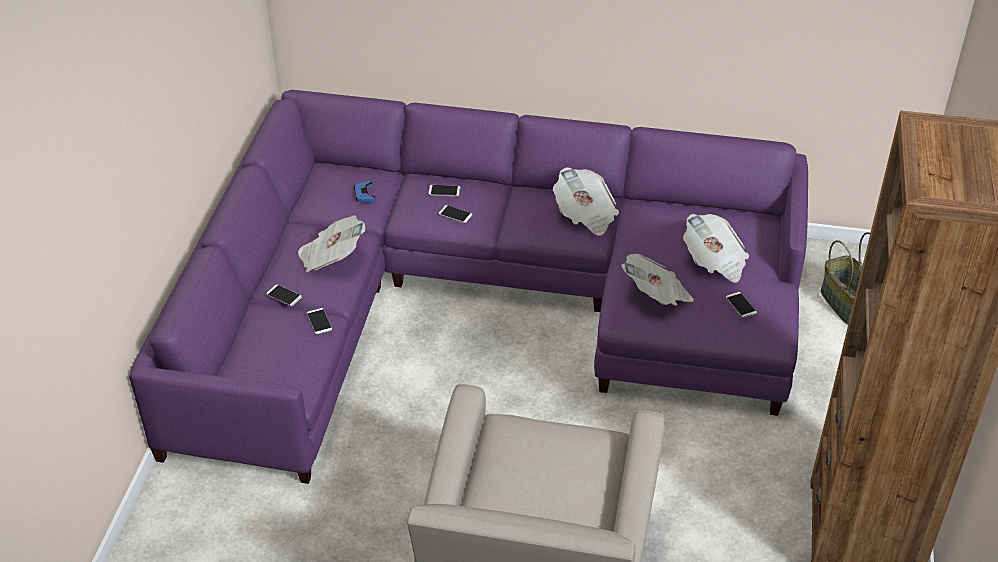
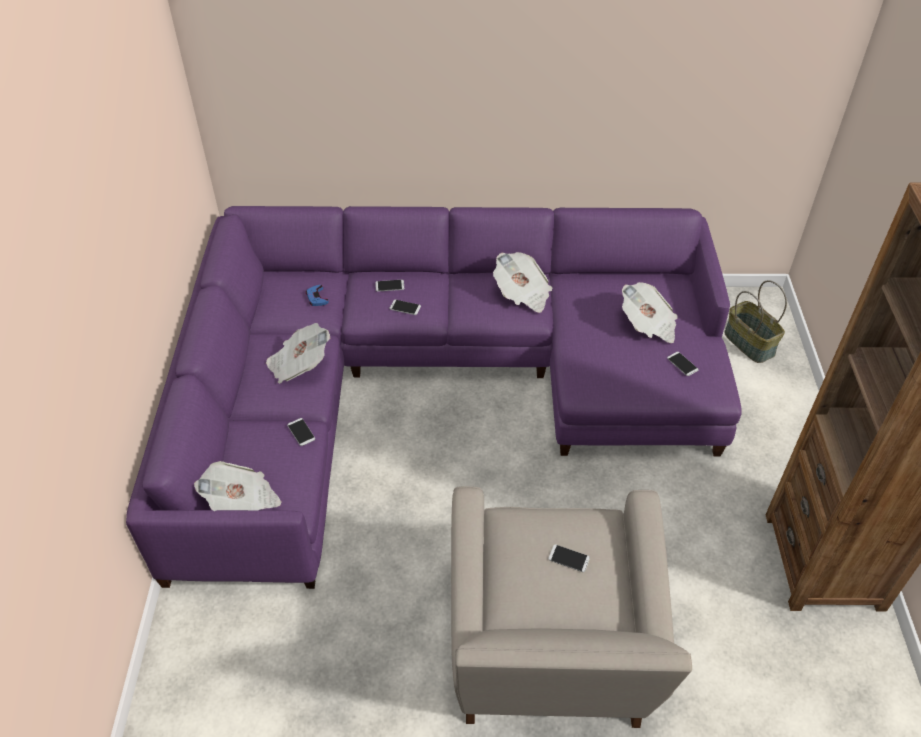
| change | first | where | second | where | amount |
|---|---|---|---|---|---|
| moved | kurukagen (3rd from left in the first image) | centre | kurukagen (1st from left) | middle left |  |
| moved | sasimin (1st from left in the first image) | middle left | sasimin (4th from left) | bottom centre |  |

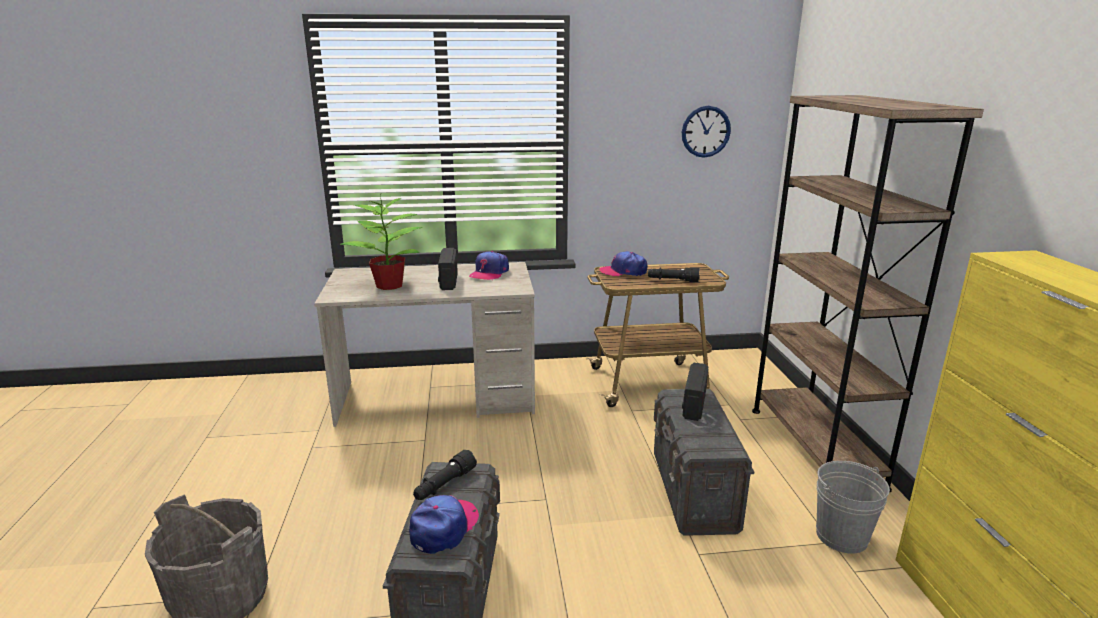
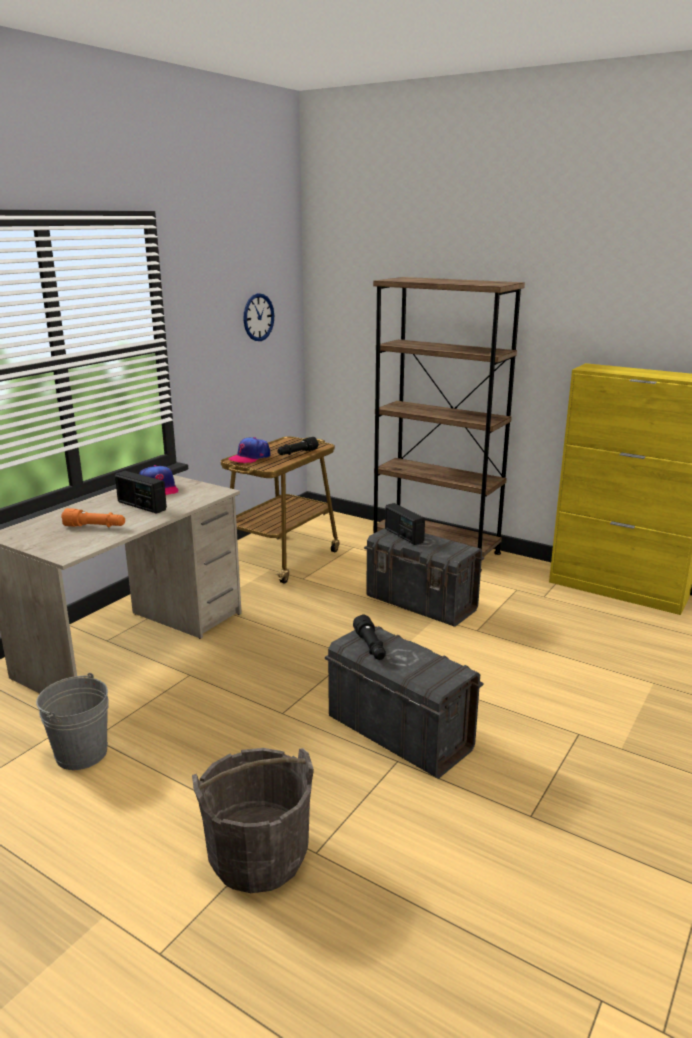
| change | first | where | second | where | amount |
|---|---|---|---|---|---|
| replaced | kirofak | centre | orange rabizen | middle left |  |
| moved | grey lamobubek (2nd from left in the first image) | bottom right | grey lamobubek (1st from left) | bottom left |  |
| removed | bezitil (1st from left) | bottom centre |  |  |  |

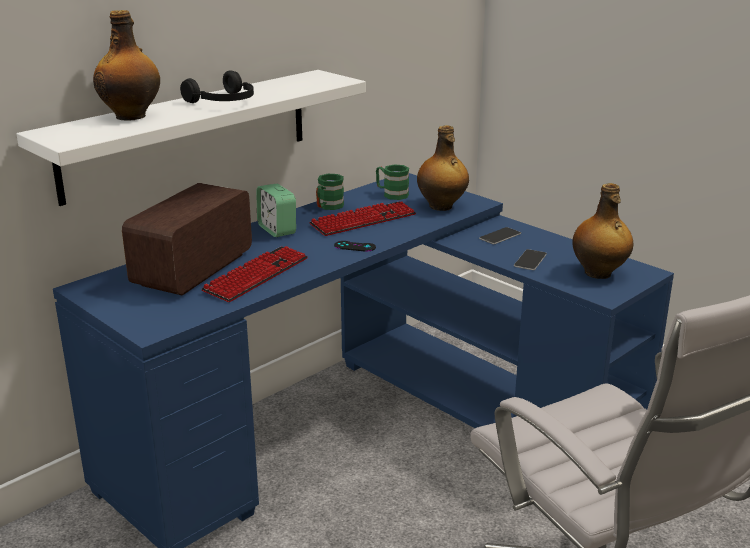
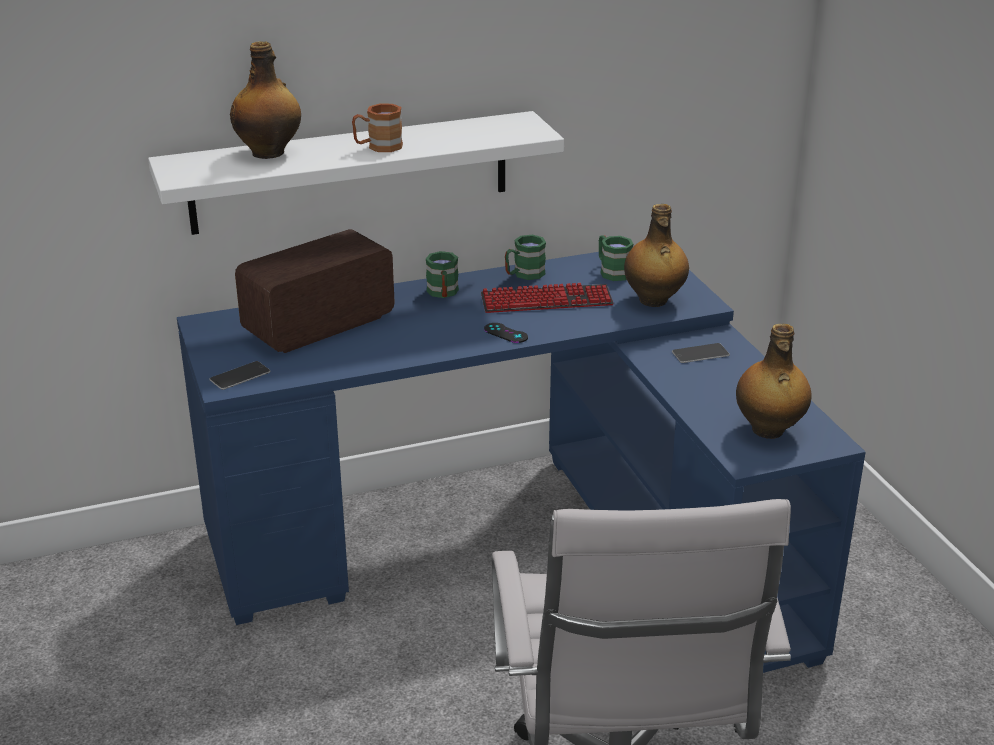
| change | first | where | second | where | amount |
|---|---|---|---|---|---|
| replaced | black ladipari | top left | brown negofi | top centre |  |
| replaced | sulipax | centre | green negofi (1st from left) | centre |  |
| removed | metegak (1st from left) | centre |  |  |  |
| moved | sasimin (2nd from left in the first image) | middle right | sasimin (1st from left) | middle left |  |

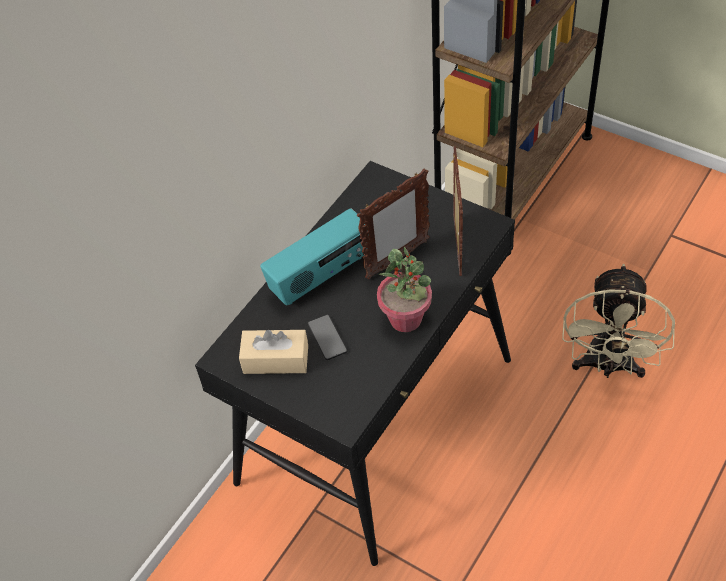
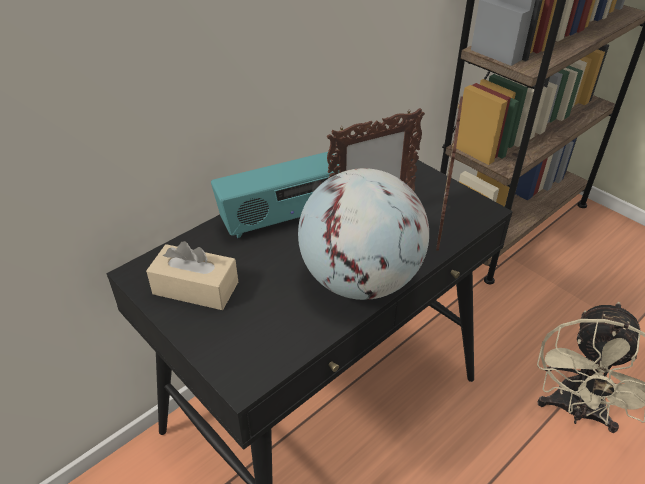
| change | first | where | second | where | amount |
|---|---|---|---|---|---|
| replaced | kirofak | centre | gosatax | centre |  |
| removed | sasimin | centre |  |  |  |

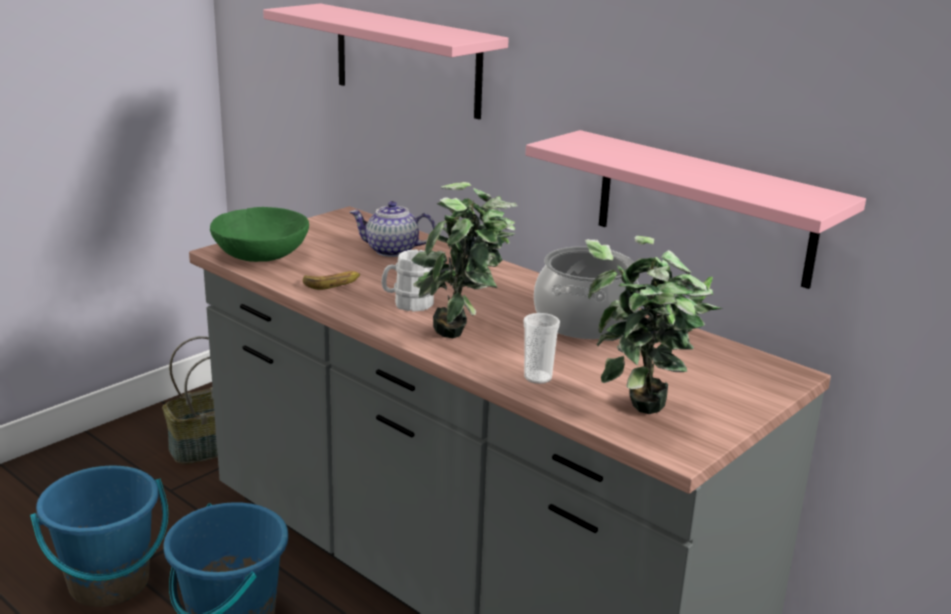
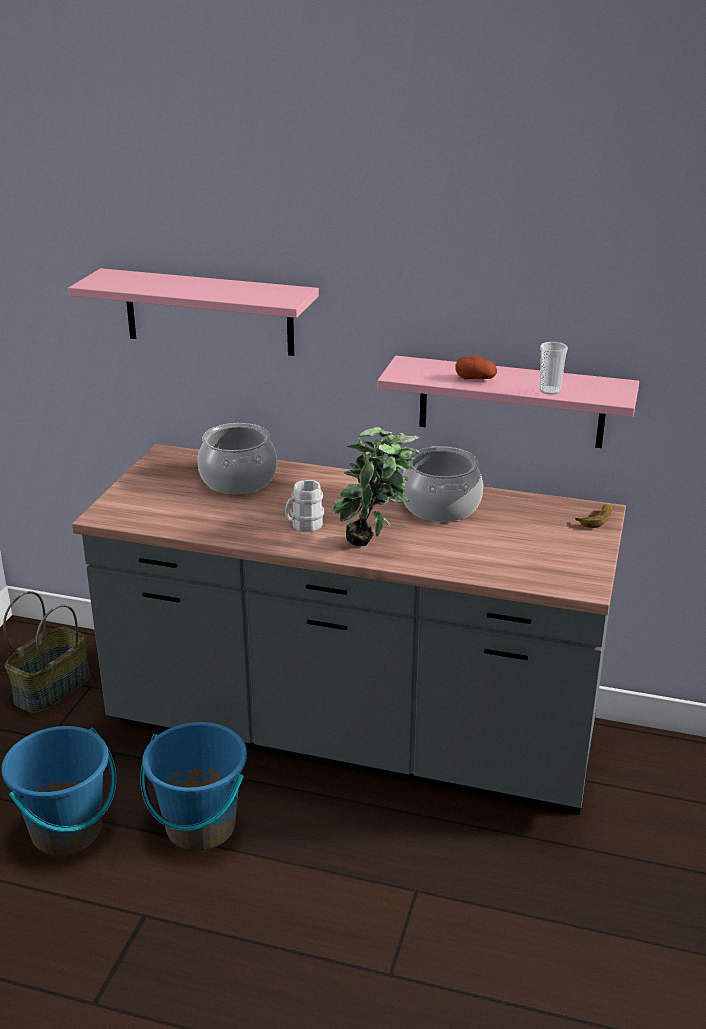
| change | first | where | second | where | amount |
|---|---|---|---|---|---|
| replaced | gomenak | centre | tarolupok (1st from left) | centre |  |
| removed | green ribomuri | middle left |  |  |  |
| removed | kirofak (2nd from left) | middle right |  |  |  |
| moved | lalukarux | centre |  | middle right |  |
| moved | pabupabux | centre |  | middle right |  |
| added |  |  | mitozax | middle right |  |

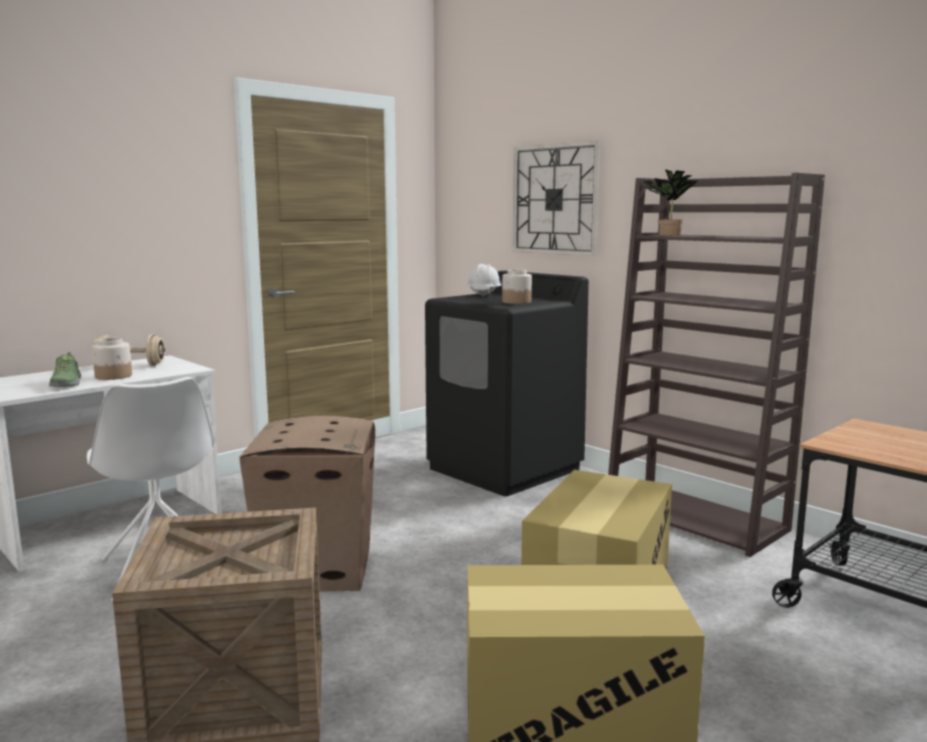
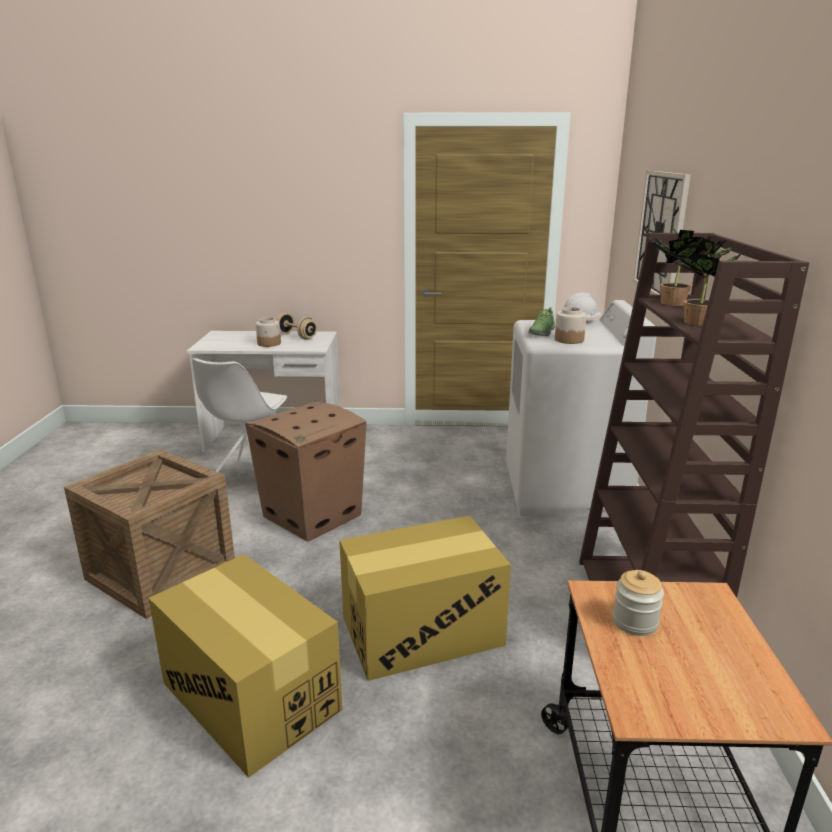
| change | first | where | second | where | amount |
|---|---|---|---|---|---|
| recoloured | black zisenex | centre | white zisenex | middle right |  |
| moved | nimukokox | middle left |  | centre |  |
| added |  |  | kirofak (2nd from left) | middle right |  |
| added |  |  | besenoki (3rd from left) | bottom right |  |

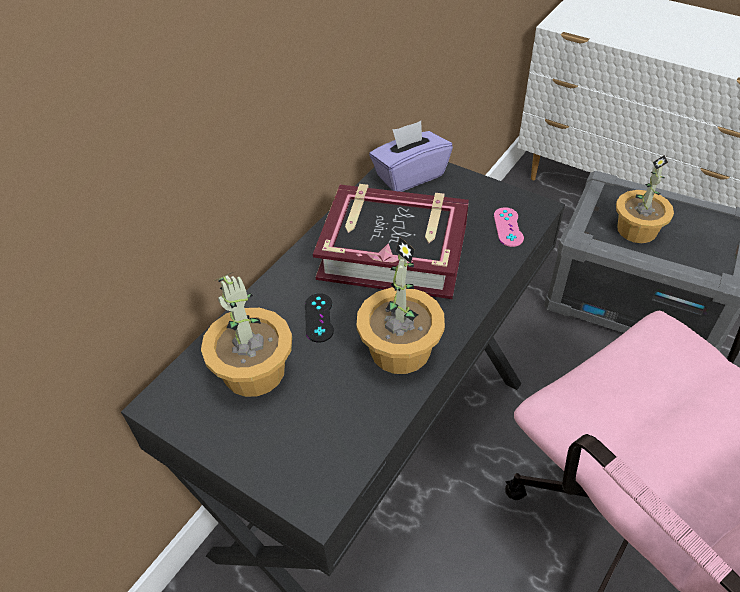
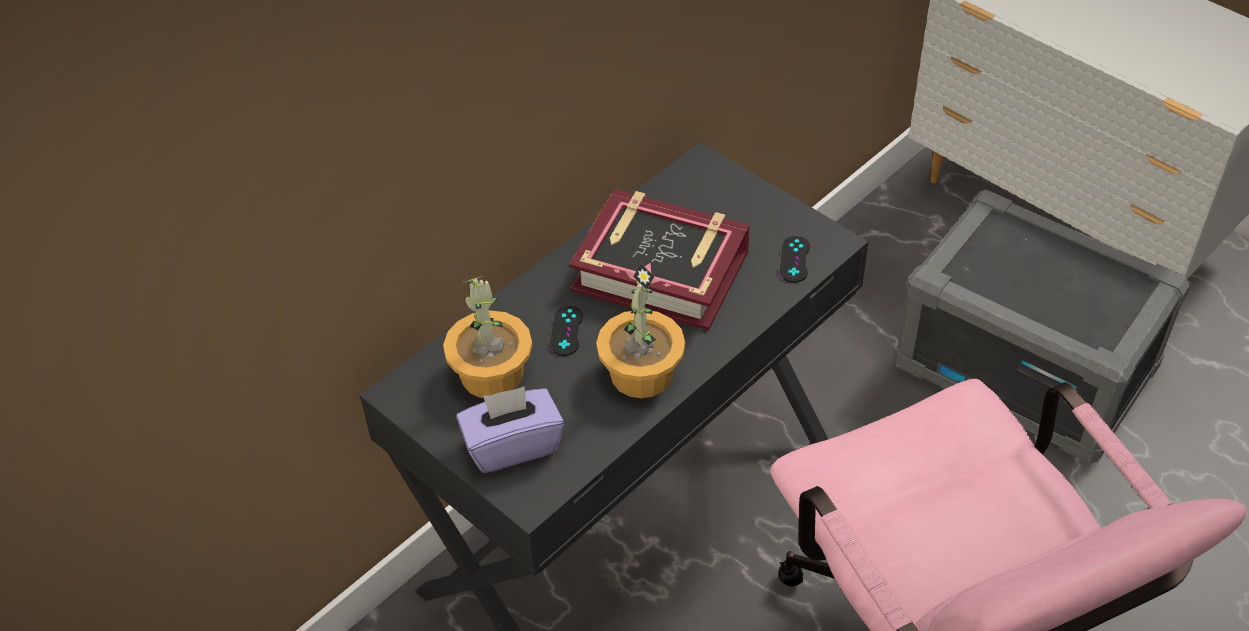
| change | first | where | second | where | amount |
|---|---|---|---|---|---|
| moved | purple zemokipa | top centre |  | bottom centre |  |
| removed | kirofak (3rd from left) | middle right |  |  |  |
| recoloured | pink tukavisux | middle right | black tukavisux (2nd from left) | centre |  |

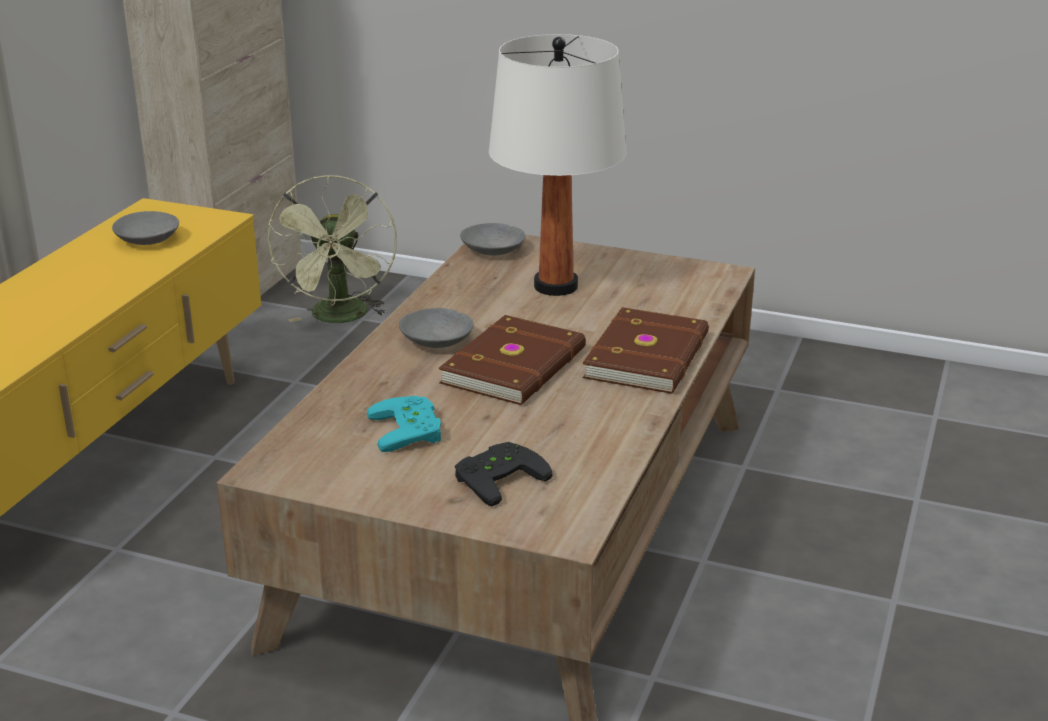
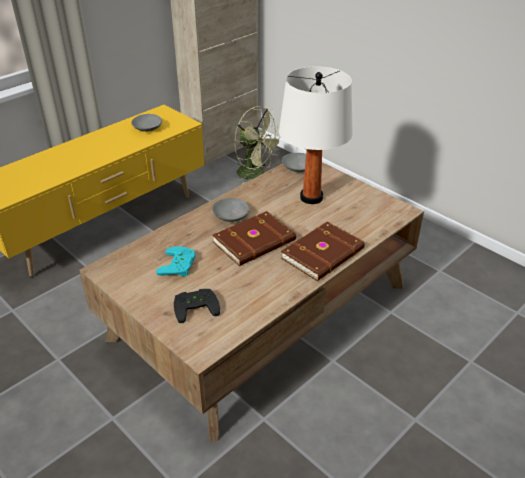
| change | first | where | second | where | amount |
|---|---|---|---|---|---|
| turned | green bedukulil | middle left |  | top centre | 75 degrees counterclockwise |

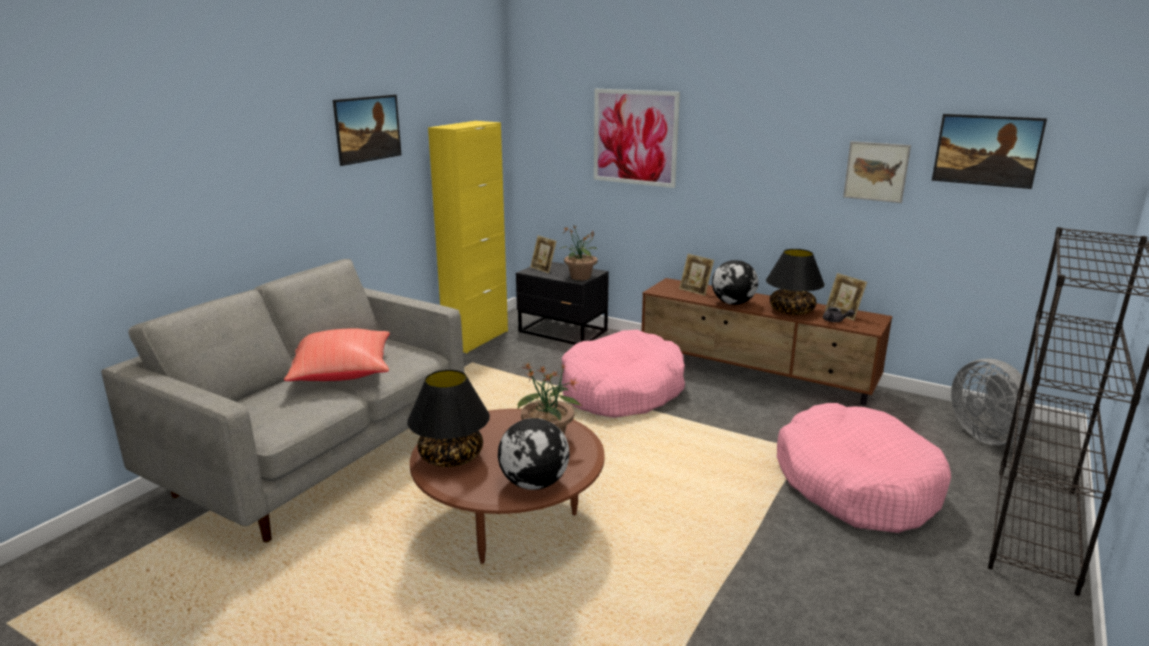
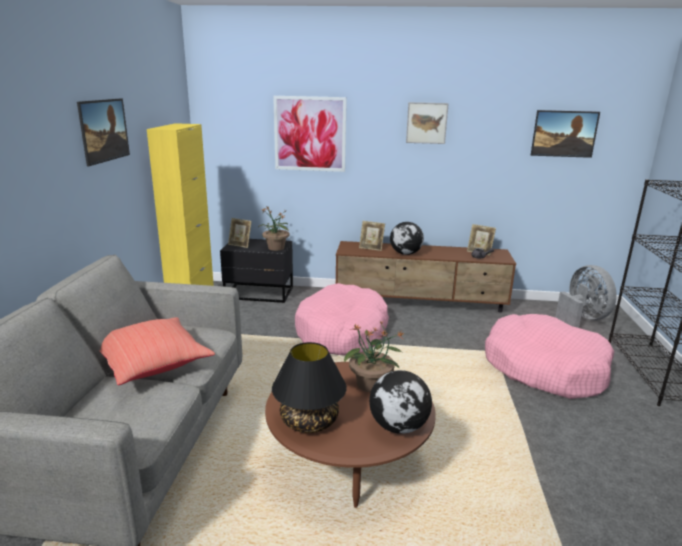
| change | first | where | second | where | amount |
|---|---|---|---|---|---|
| moved | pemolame (3rd from left) | top right |  | top centre |  |
| removed | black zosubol (2nd from left) | middle right |  |  |  |
| turned | grey bedukulil | middle right |  | middle right | 150 degrees counterclockwise |

